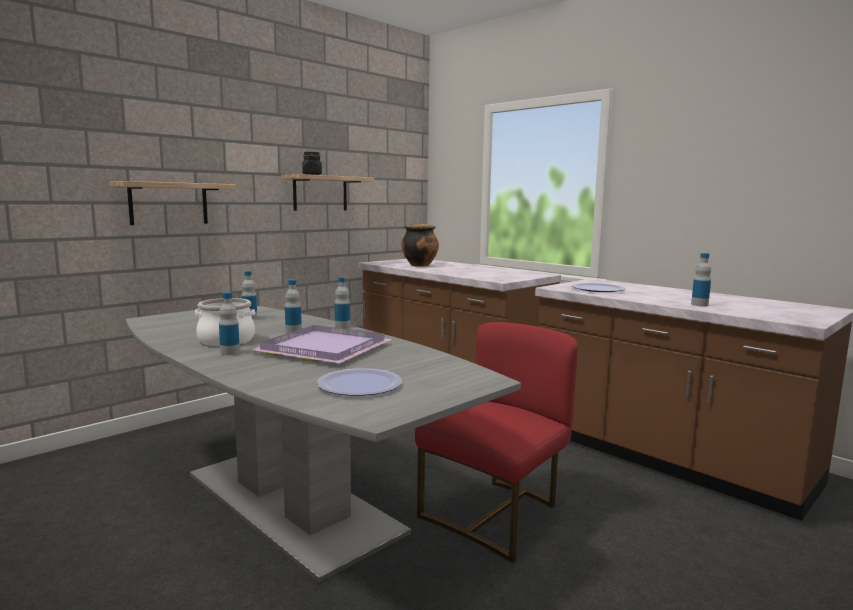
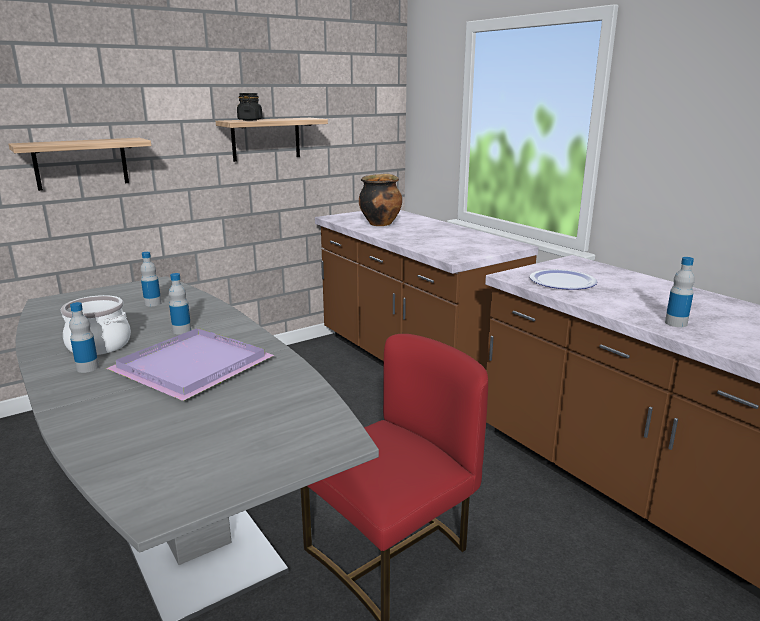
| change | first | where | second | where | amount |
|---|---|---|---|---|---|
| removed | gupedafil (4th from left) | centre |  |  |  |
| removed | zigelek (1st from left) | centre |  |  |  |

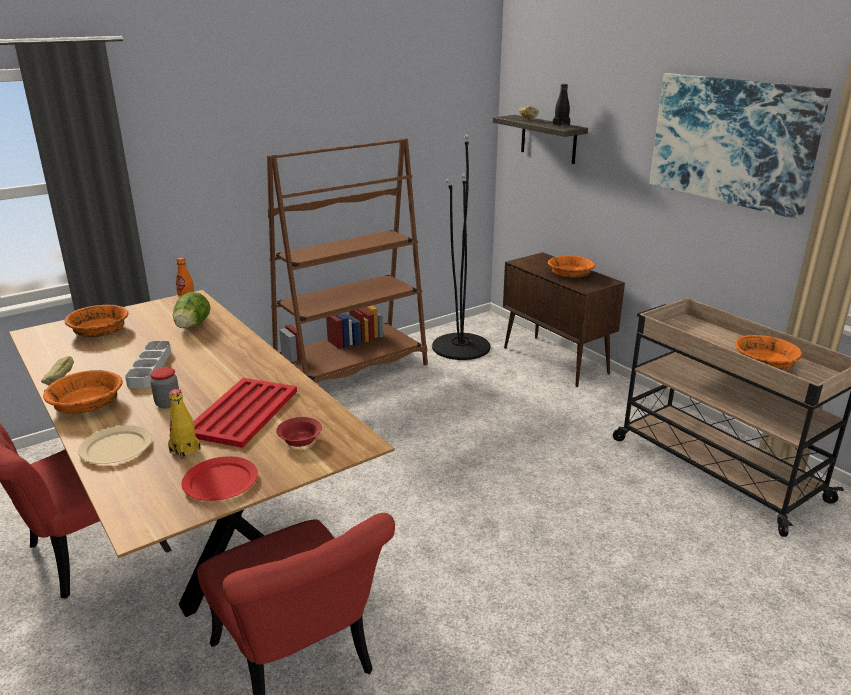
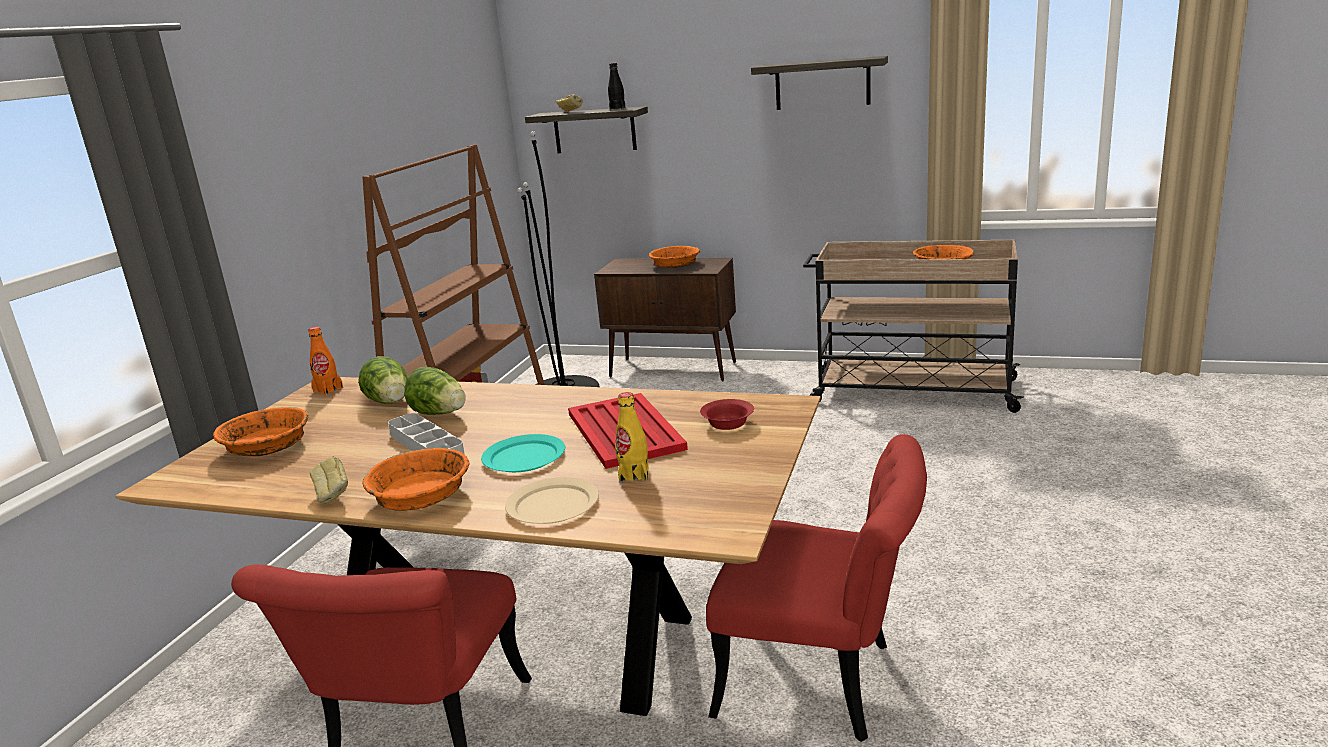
| change | first | where | second | where | amount |
|---|---|---|---|---|---|
| replaced | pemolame | top right | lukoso (2nd from left) | top centre |  |
| replaced | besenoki | middle left | turquoise zigelek | centre |  |
| removed | red zigelek | bottom left |  |  |  |
| added |  |  | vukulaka (2nd from left) | middle left |  |

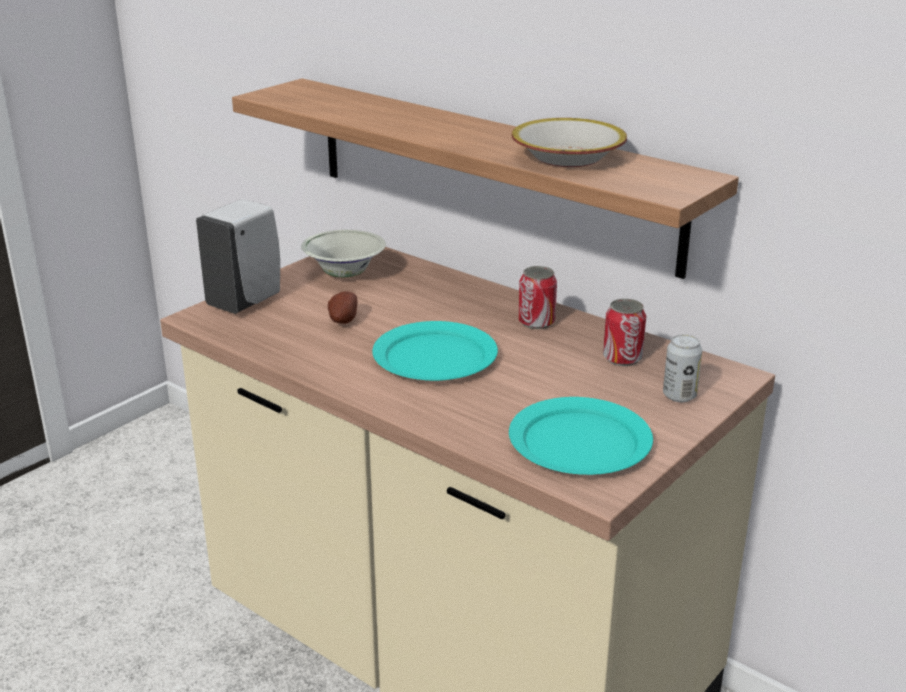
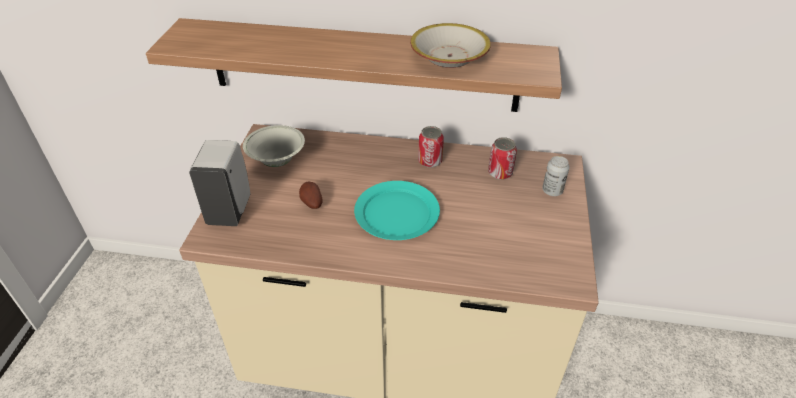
| change | first | where | second | where | amount |
|---|---|---|---|---|---|
| removed | turquoise zigelek (2nd from left) | centre |  |  |  |

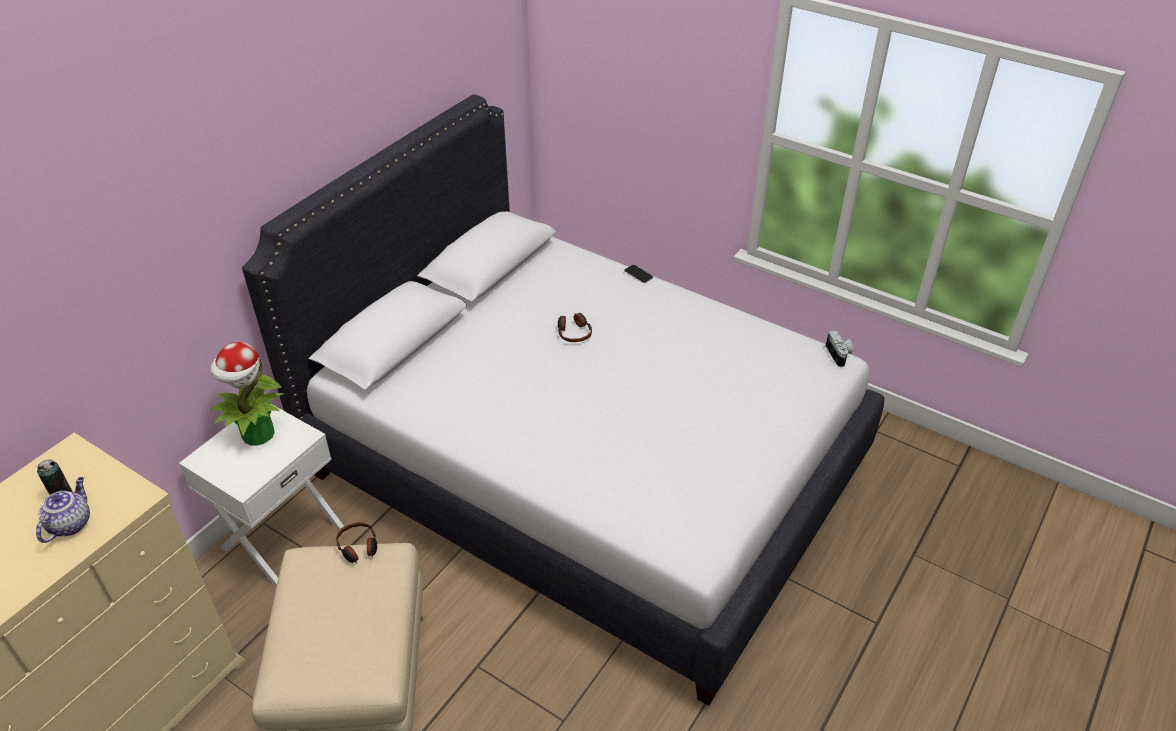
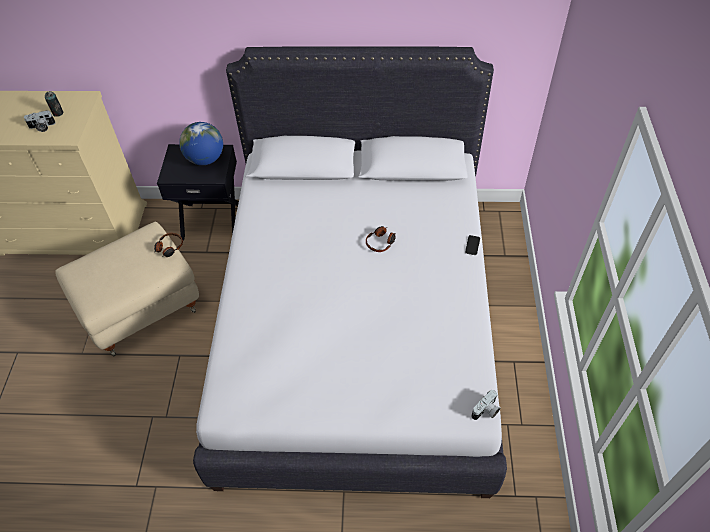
| change | first | where | second | where | amount |
|---|---|---|---|---|---|
| replaced | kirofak | middle left | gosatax | top left |  |
| recoloured | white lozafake | bottom left | black lozafake | middle left |  |
| replaced | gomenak | bottom left | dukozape (1st from left) | top left |  |

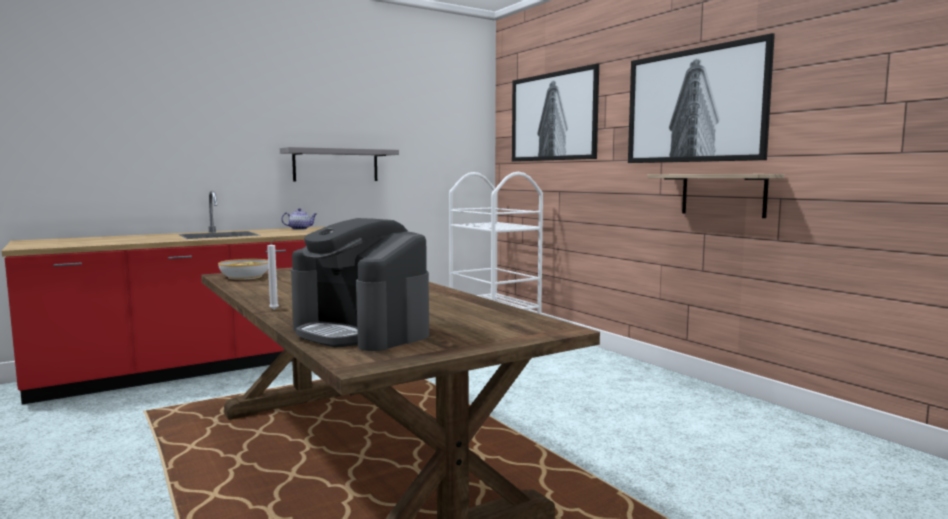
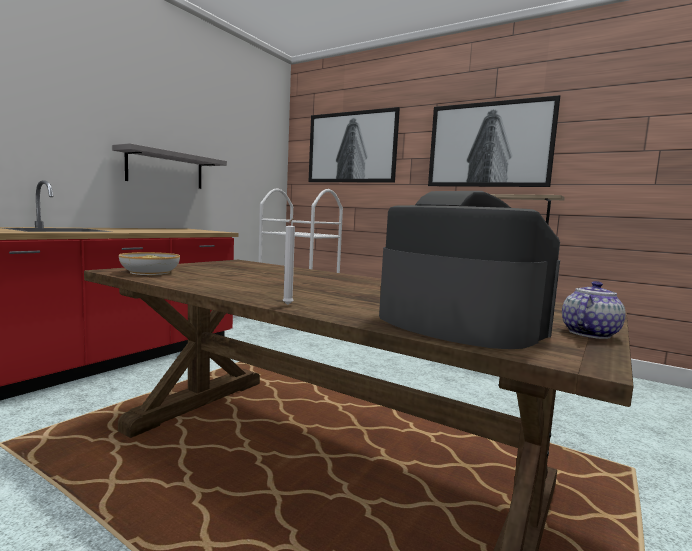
| change | first | where | second | where | amount |
|---|---|---|---|---|---|
| moved | gomenak | middle left |  | middle right |  |
| turned | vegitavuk | centre |  | middle right | 150 degrees counterclockwise |

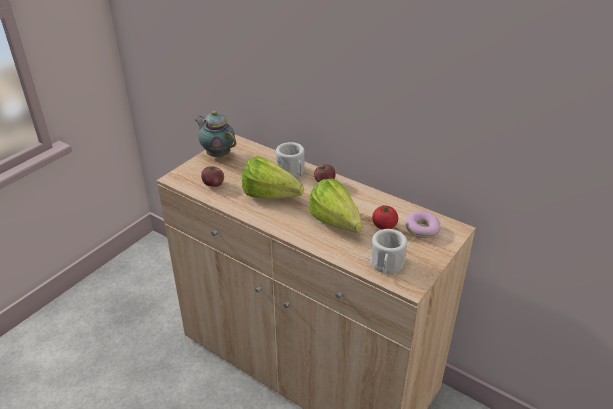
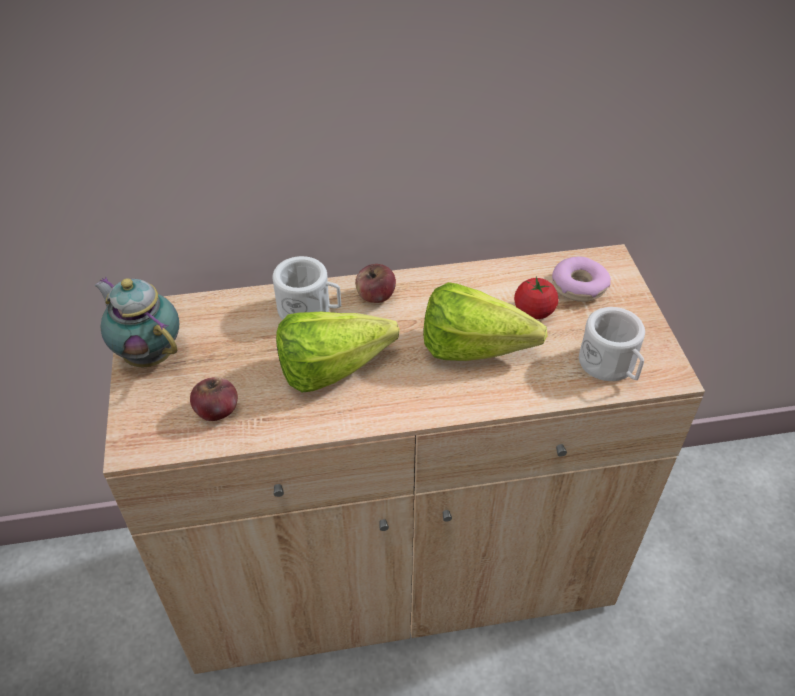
| change | first | where | second | where | amount |
|---|---|---|---|---|---|
| turned | gomenak | top centre |  | middle left | 45 degrees clockwise |

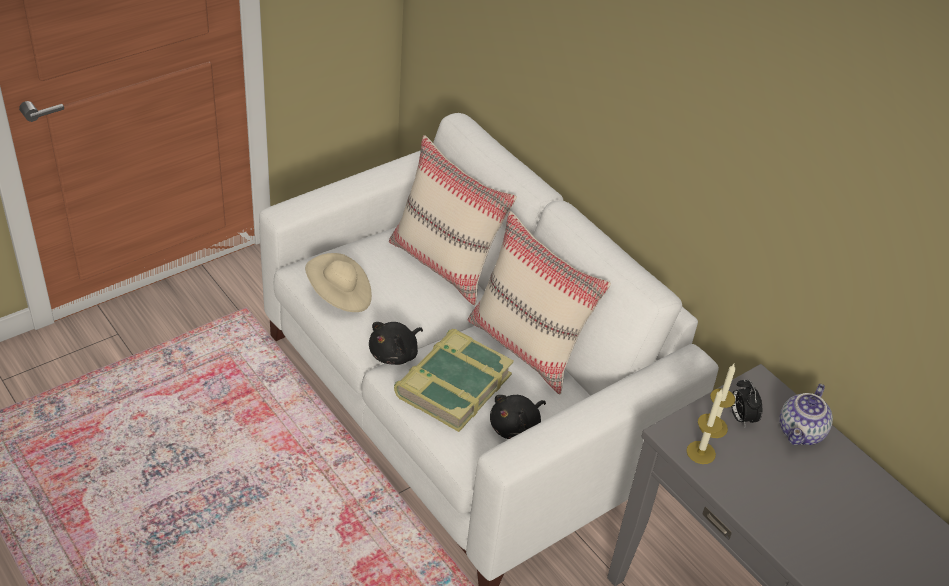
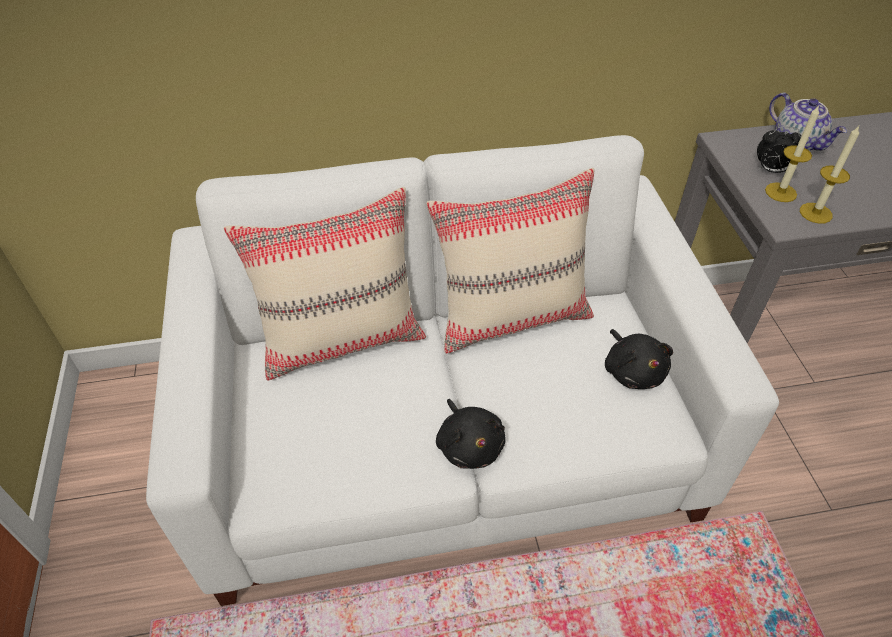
| change | first | where | second | where | amount |
|---|---|---|---|---|---|
| removed | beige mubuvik | centre |  |  |  |
| removed | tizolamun | centre |  |  |  |

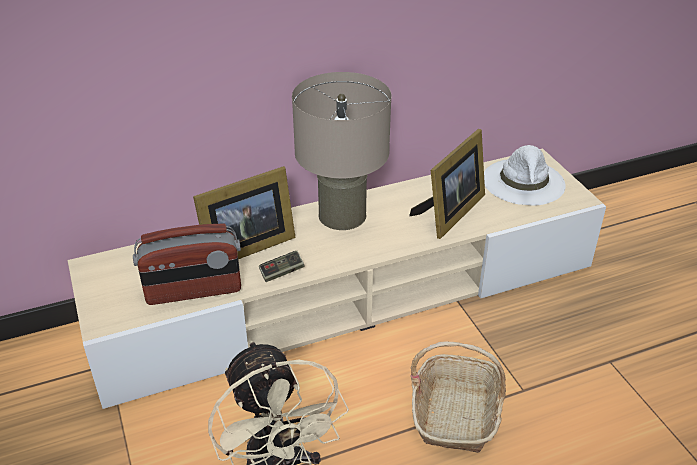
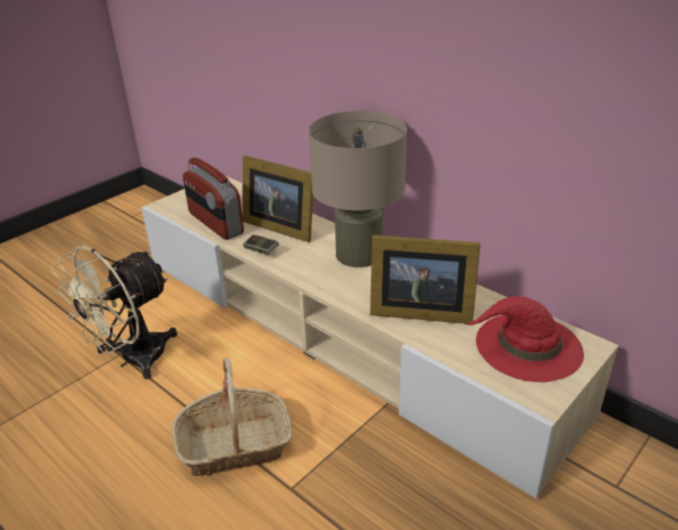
| change | first | where | second | where | amount |
|---|---|---|---|---|---|
| recoloured | white mubuvik | middle right | red mubuvik | middle right |  |

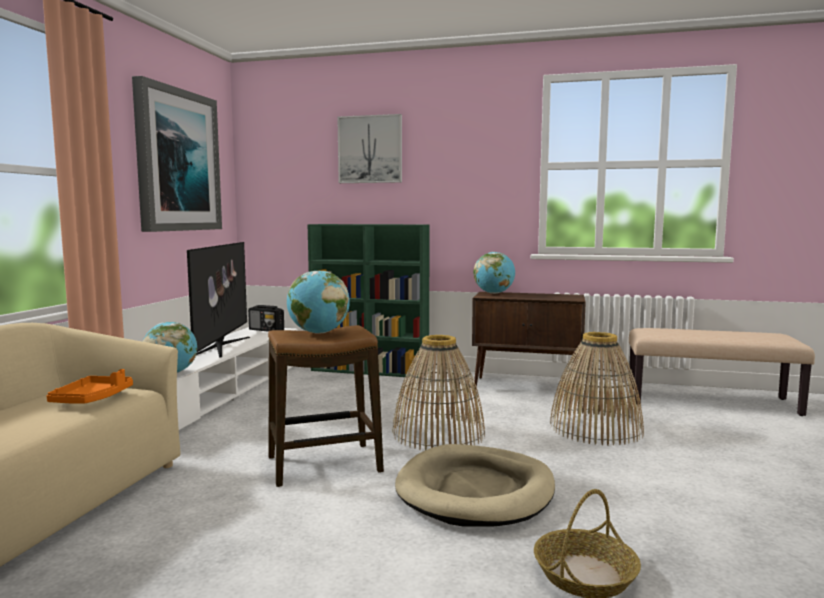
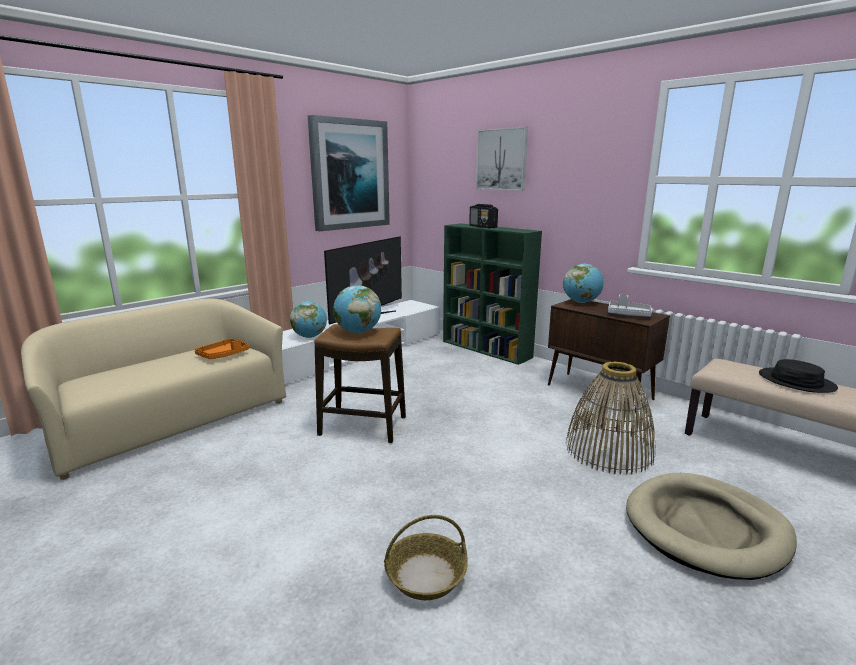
| change | first | where | second | where | amount |
|---|---|---|---|---|---|
| moved | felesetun | middle left |  | top centre |  |
| removed | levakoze (1st from left) | centre |  |  |  |
| moved | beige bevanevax | bottom centre |  | bottom right |  |
| added |  |  | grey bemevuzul | middle right |  |
| added |  |  | black mubuvik | middle right |  |

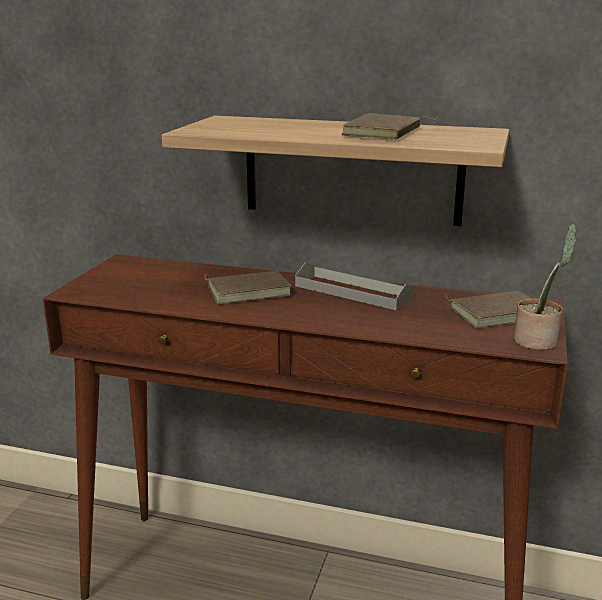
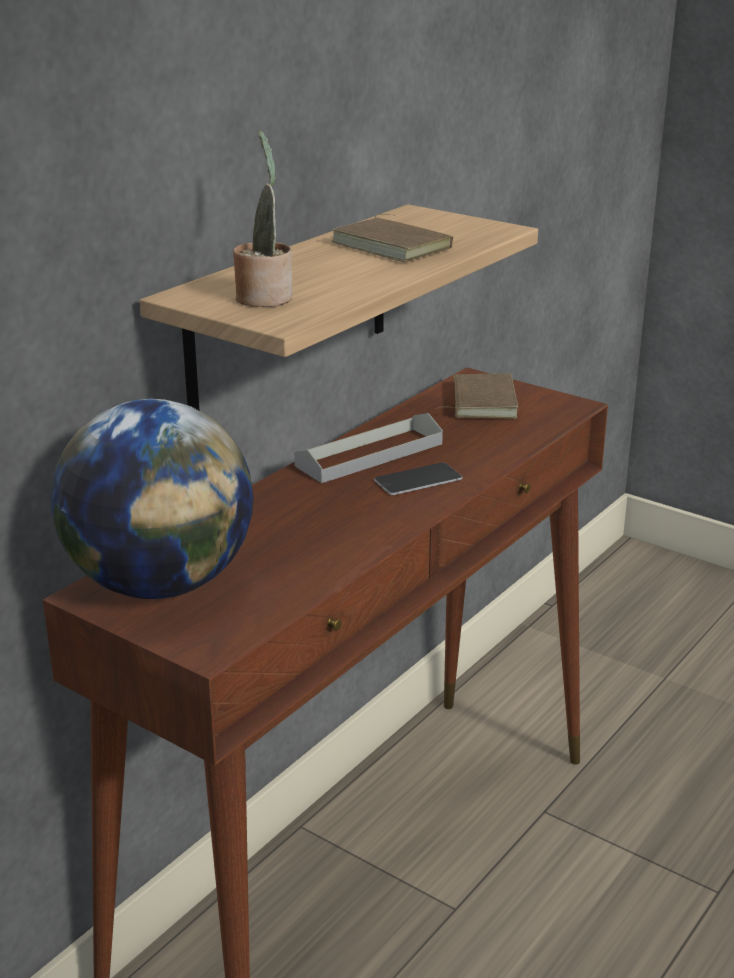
| change | first | where | second | where | amount |
|---|---|---|---|---|---|
| moved | kirofak | middle right |  | top centre |  |
| removed | brown tizolamun (1st from left) | centre |  |  |  |
| added |  |  | gosatax | middle left |  |
| added |  |  | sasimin | centre |  |

